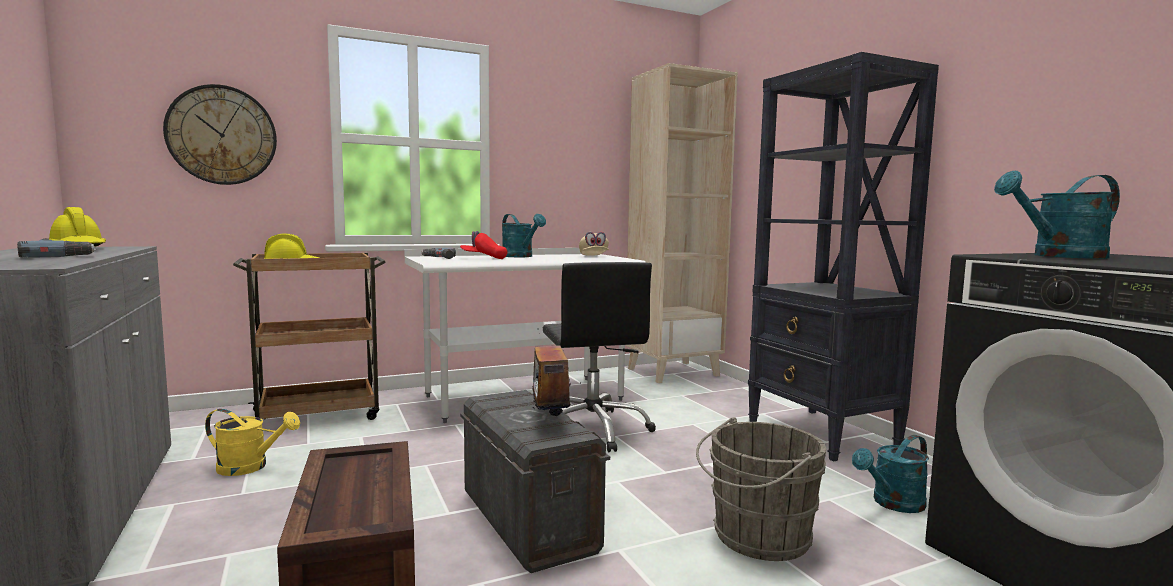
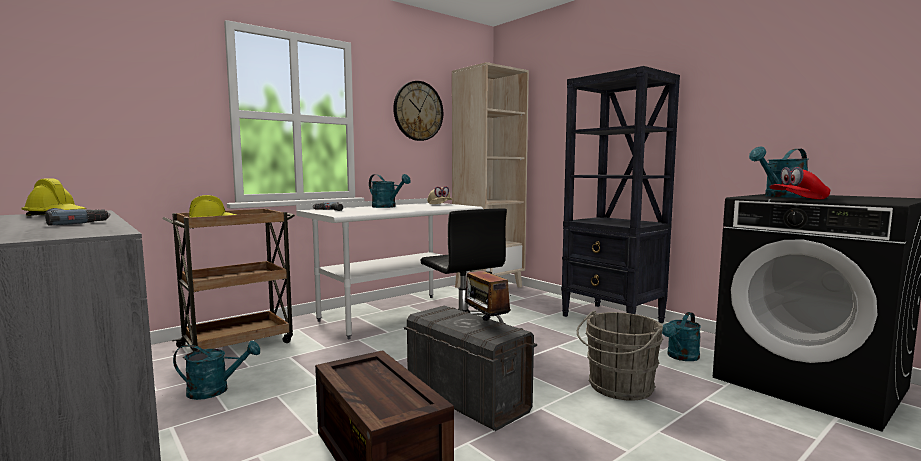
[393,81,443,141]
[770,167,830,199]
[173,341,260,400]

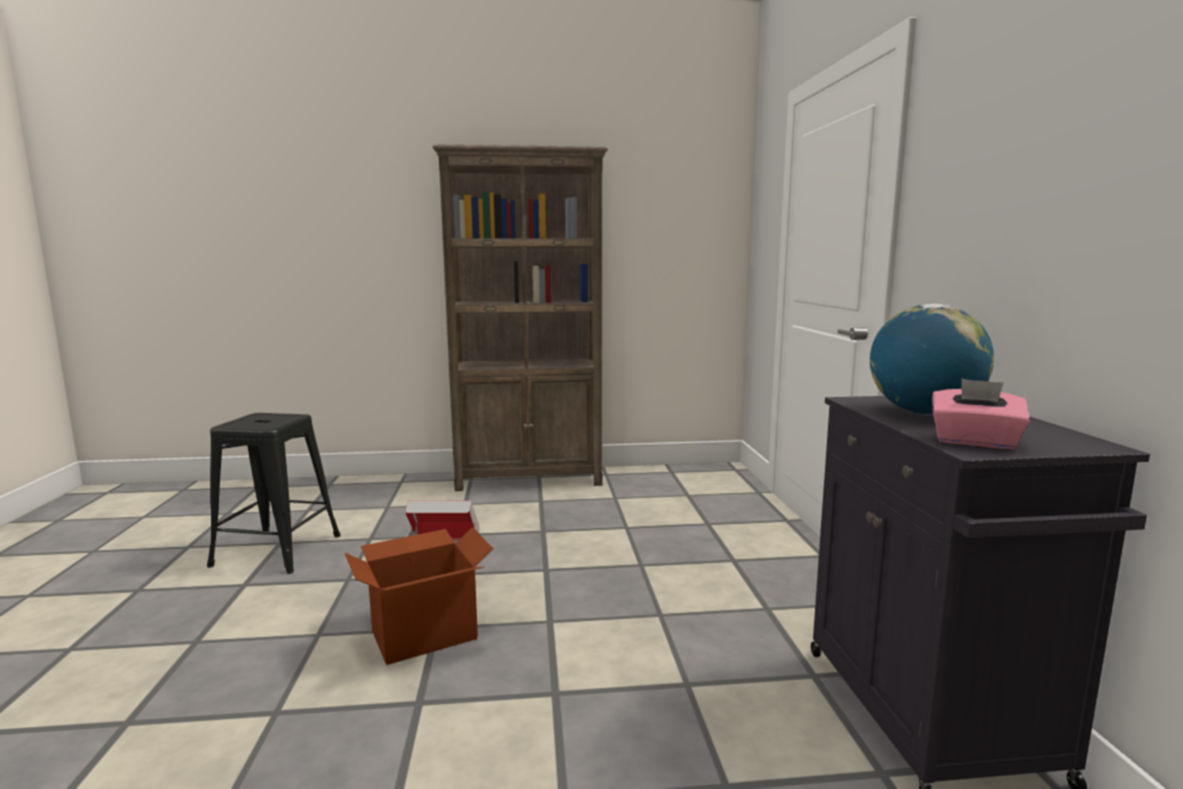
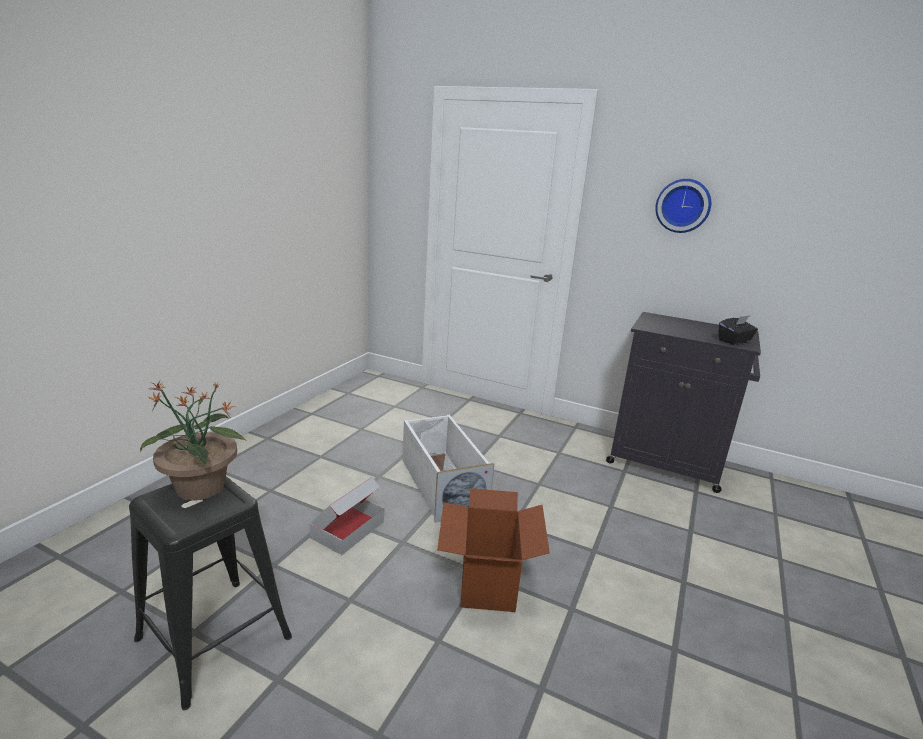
[433,145,608,491] (first image)
[870,304,994,415] (first image)
[140,381,245,501]
[403,415,494,522]
[655,179,711,233]
[719,315,758,345]

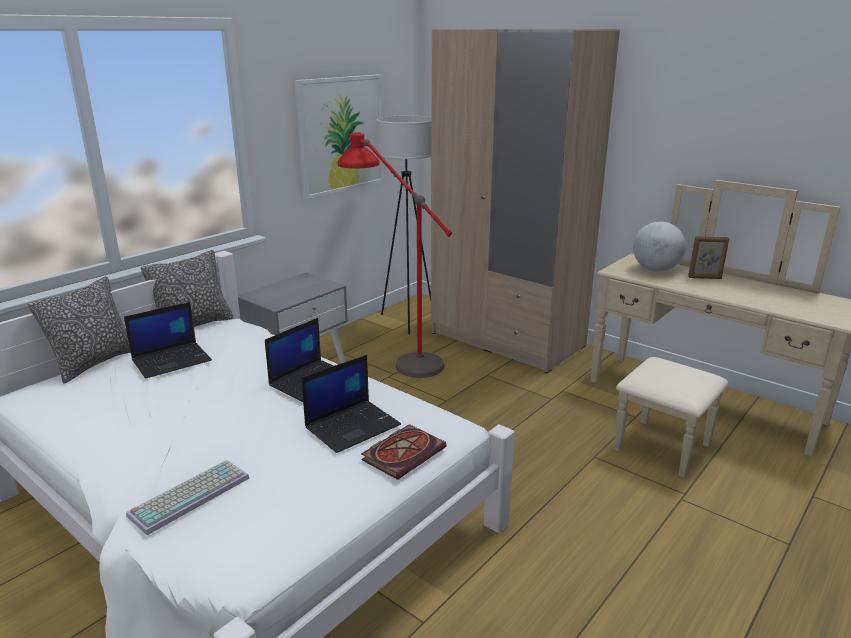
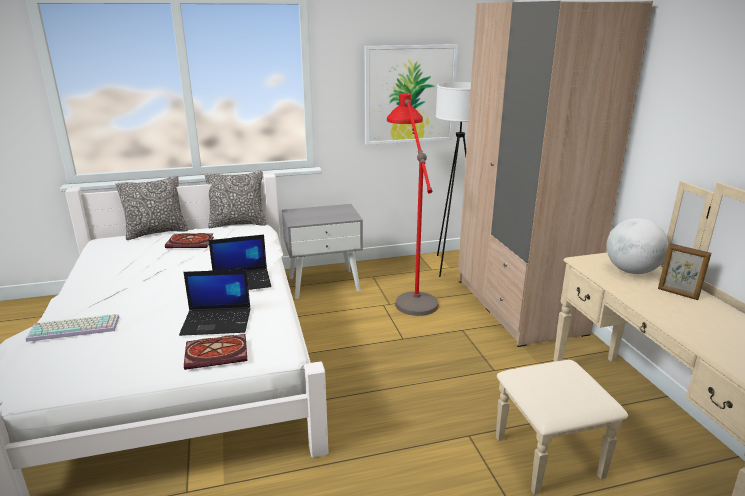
[165,233,214,248]

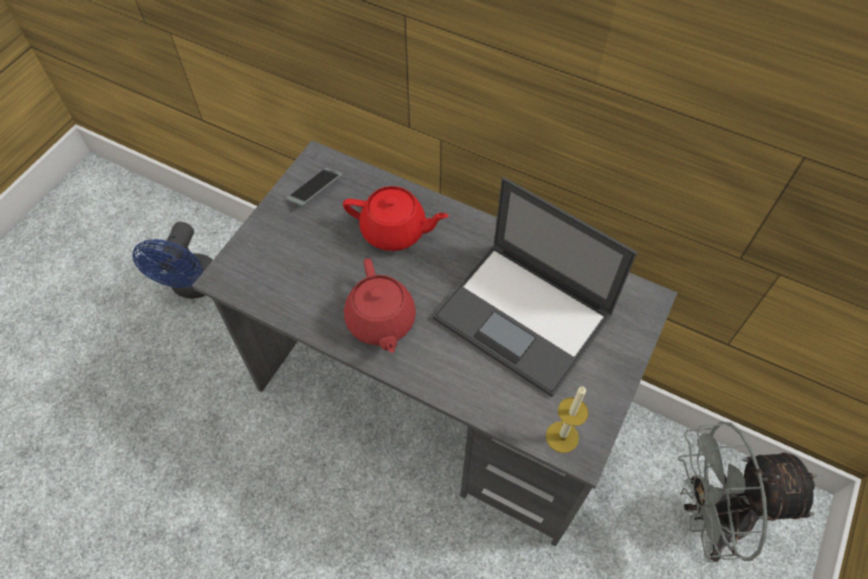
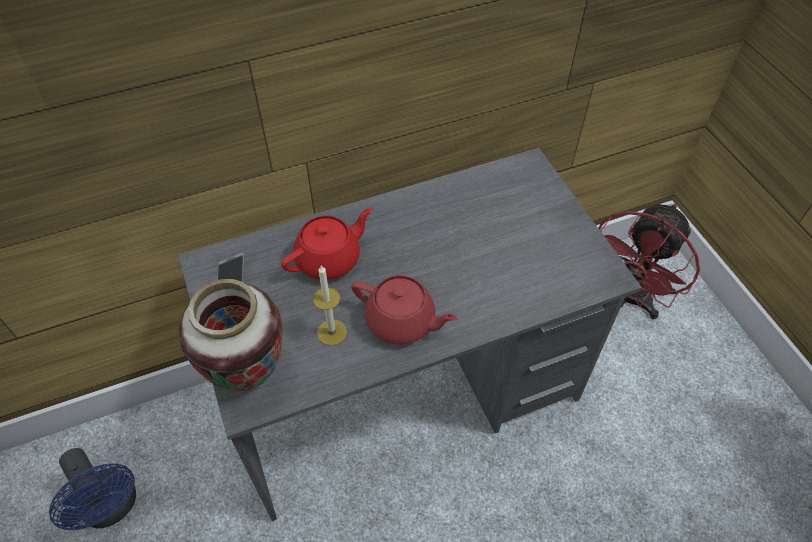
[433,177,637,397] (first image)
[179,279,283,391]
[313,265,347,346]
[598,203,700,320]

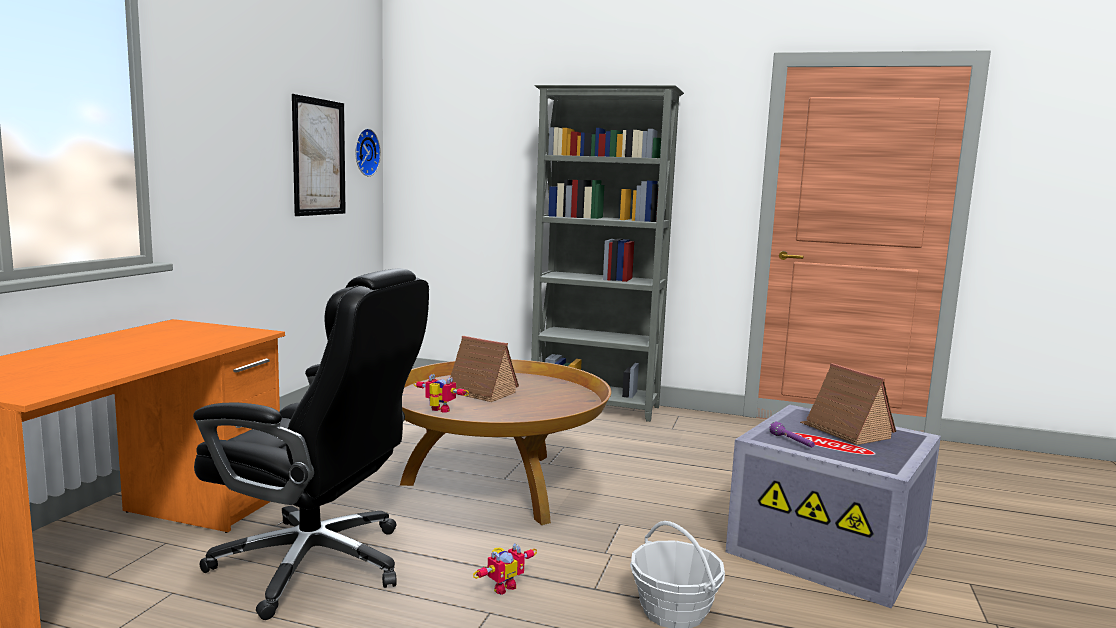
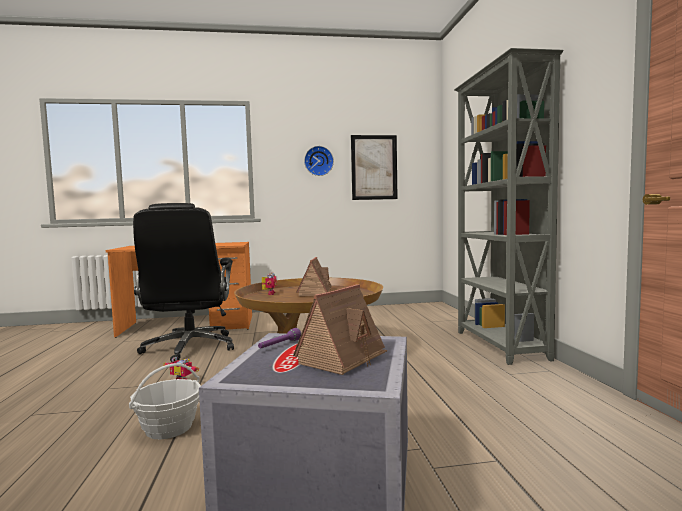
[304,146,334,176]

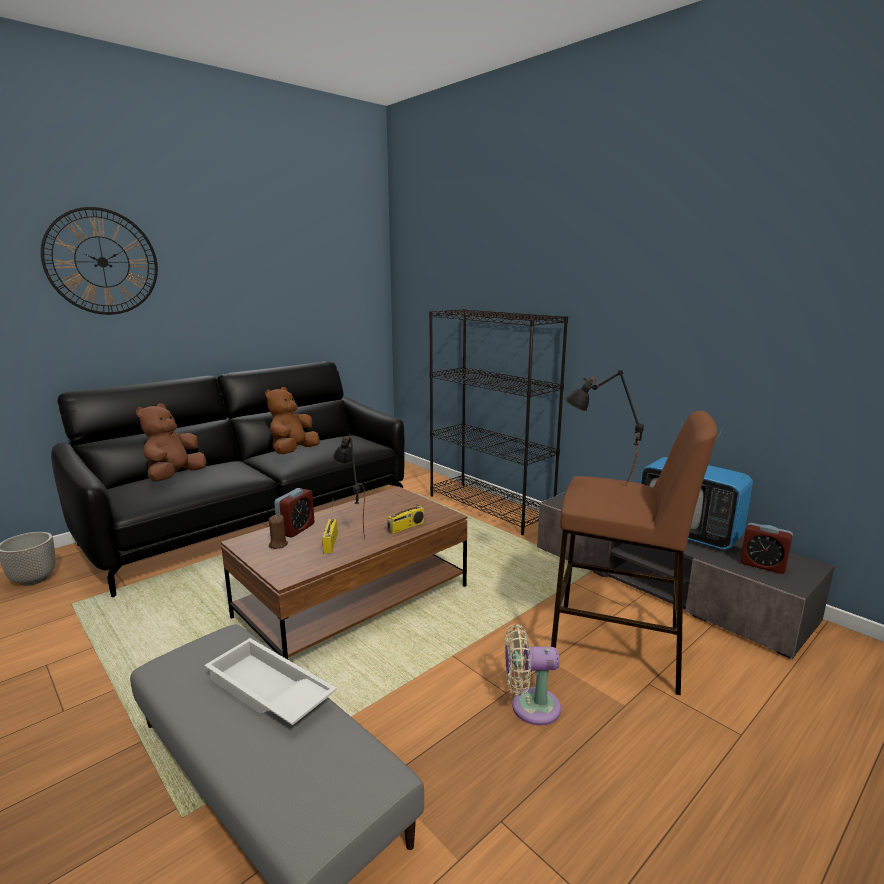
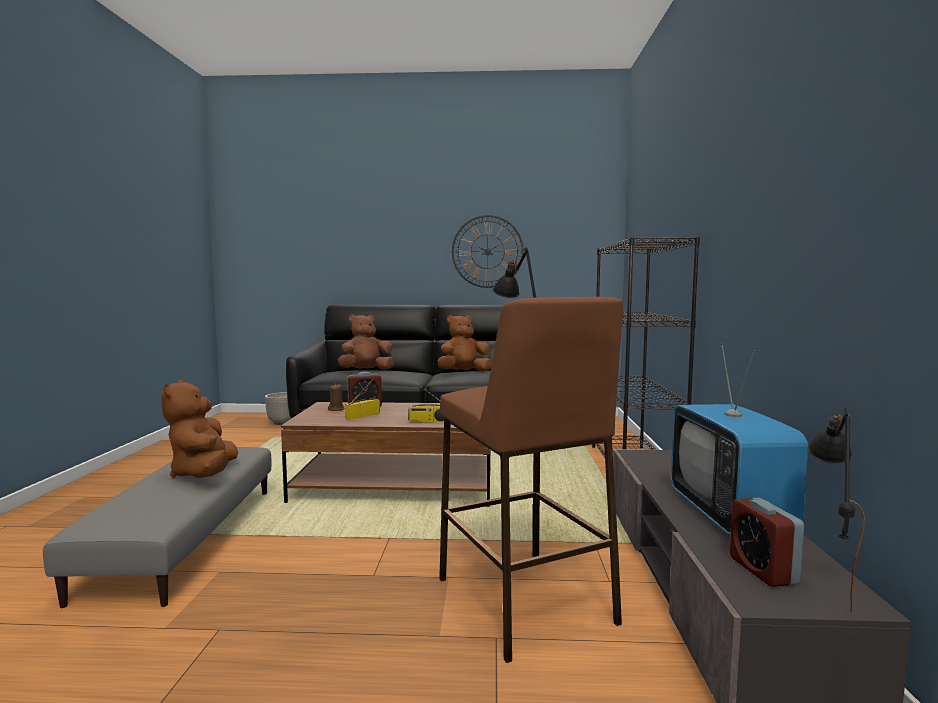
[505,624,561,726] (first image)
[452,215,524,288]
[808,408,865,612]
[161,380,238,478]

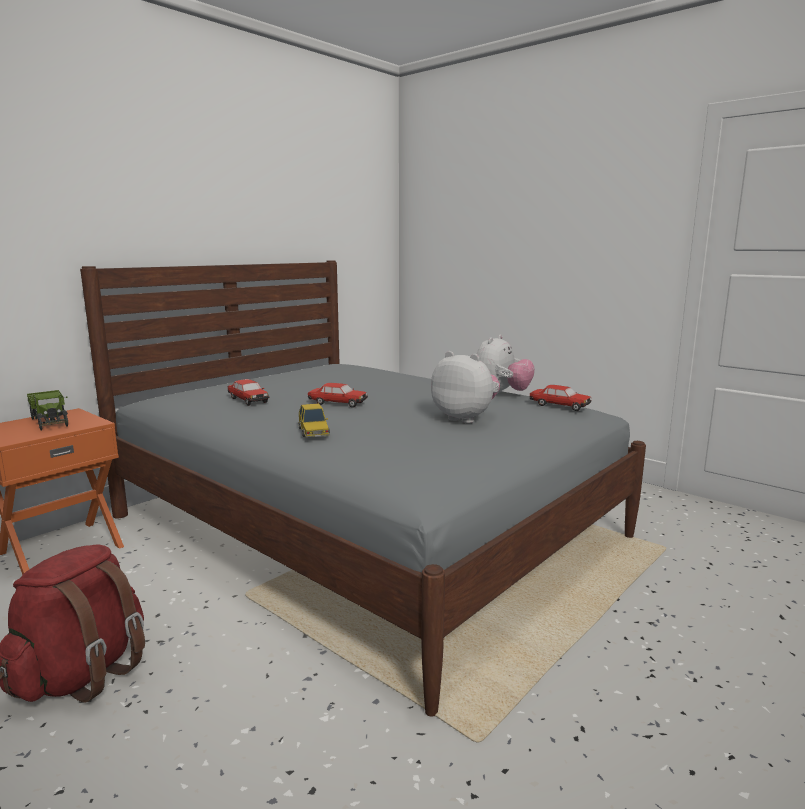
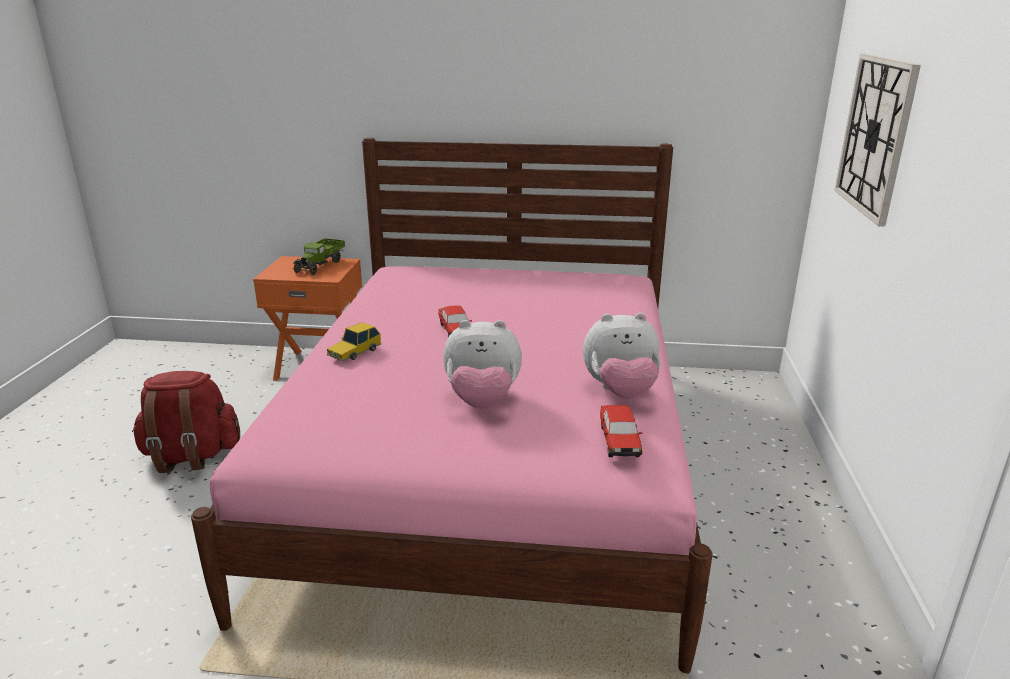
[228,379,269,406] (first image)
[834,54,921,227]
[191,138,712,674]
[443,320,522,409]

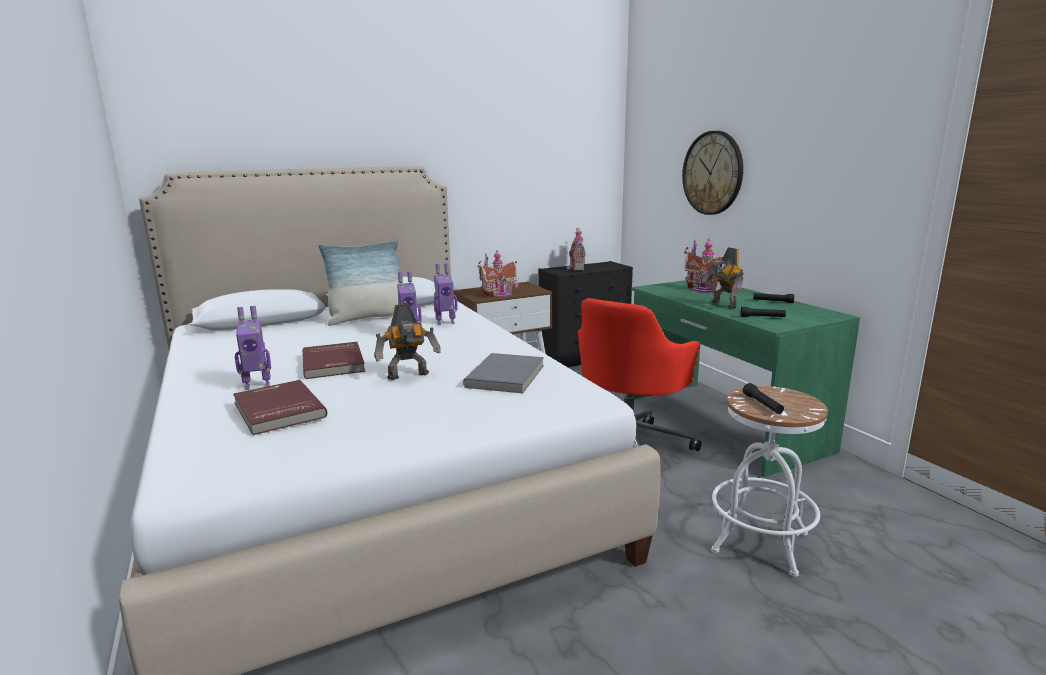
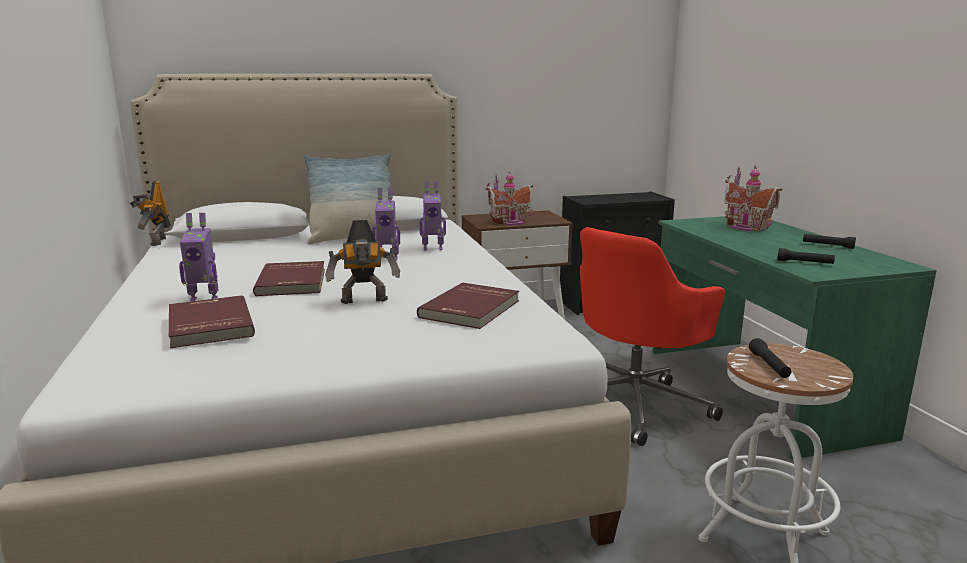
[567,227,586,270] (first image)
[682,131,743,215] (first image)
[130,181,171,246]
[417,282,519,329]

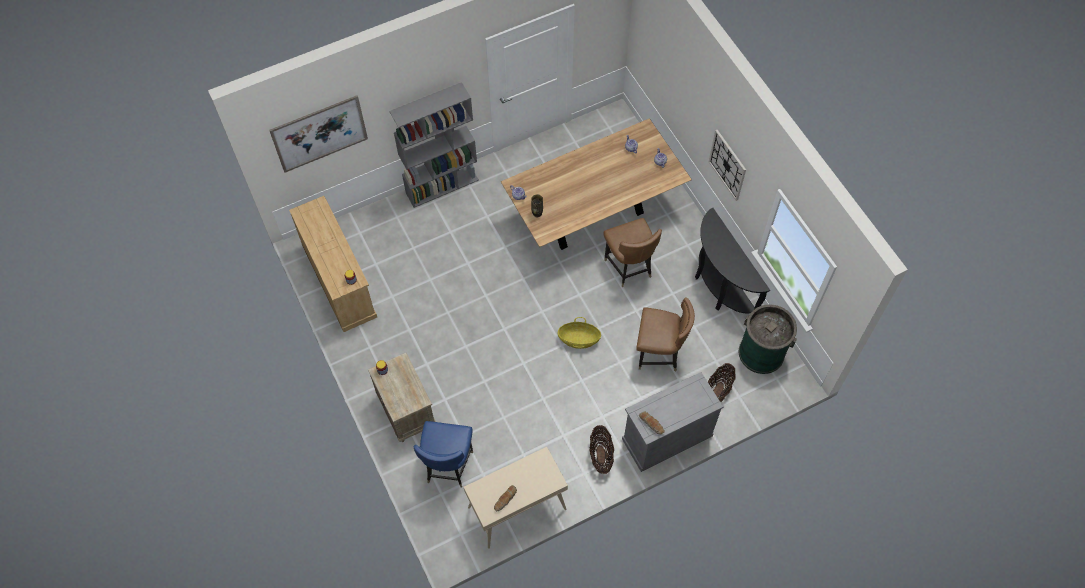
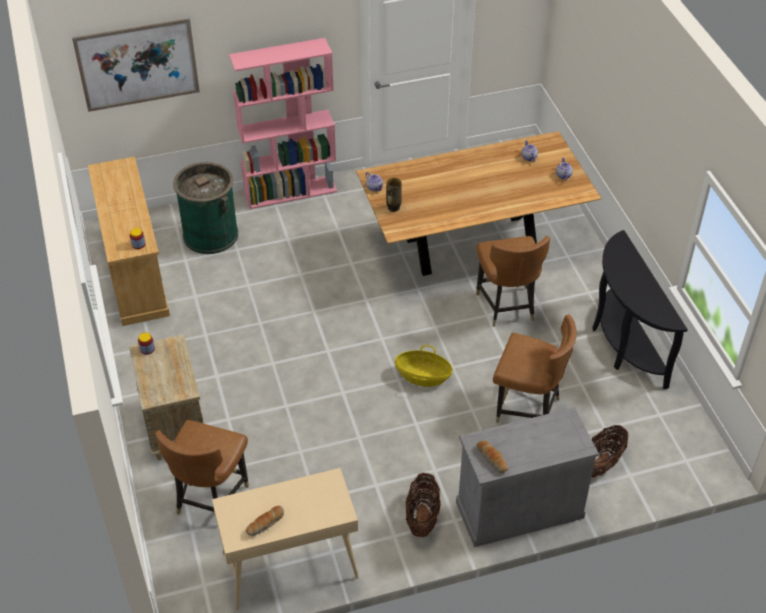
[708,130,746,201] (first image)
[173,162,238,254]
[229,38,337,209]
[155,420,249,515]

